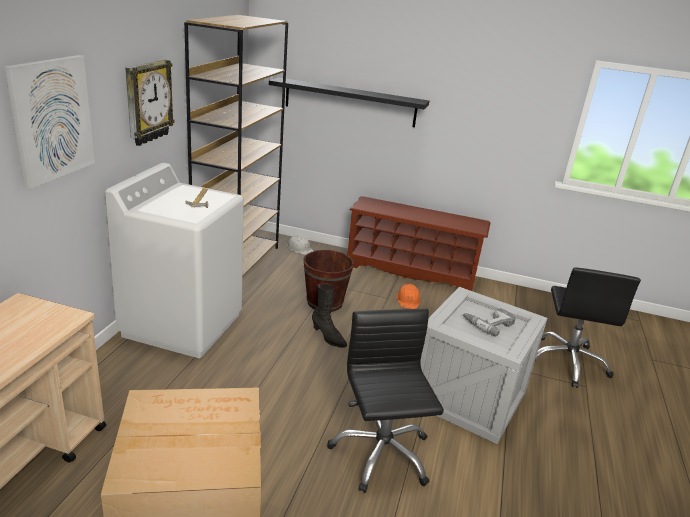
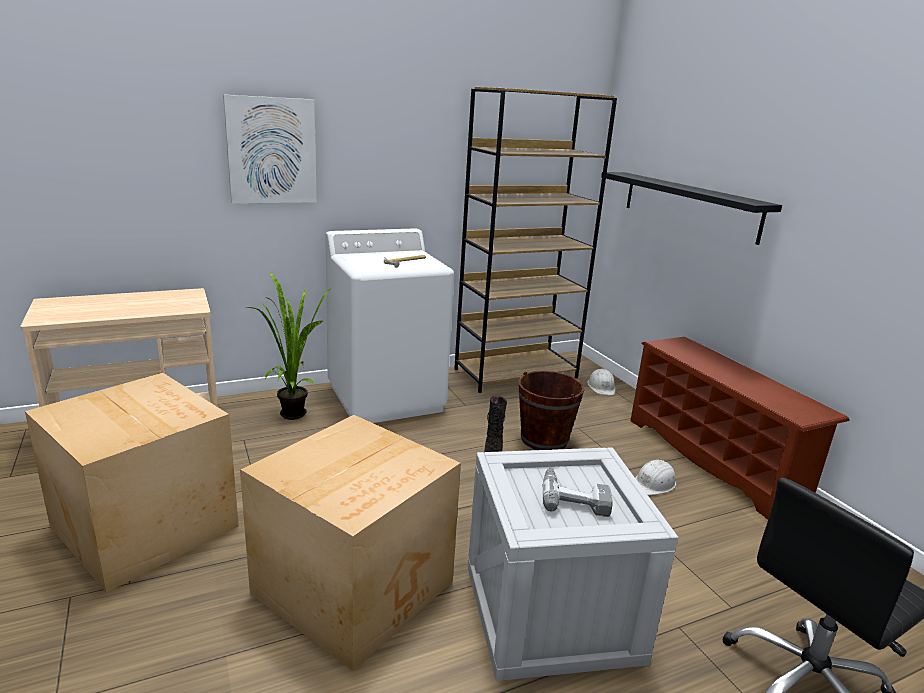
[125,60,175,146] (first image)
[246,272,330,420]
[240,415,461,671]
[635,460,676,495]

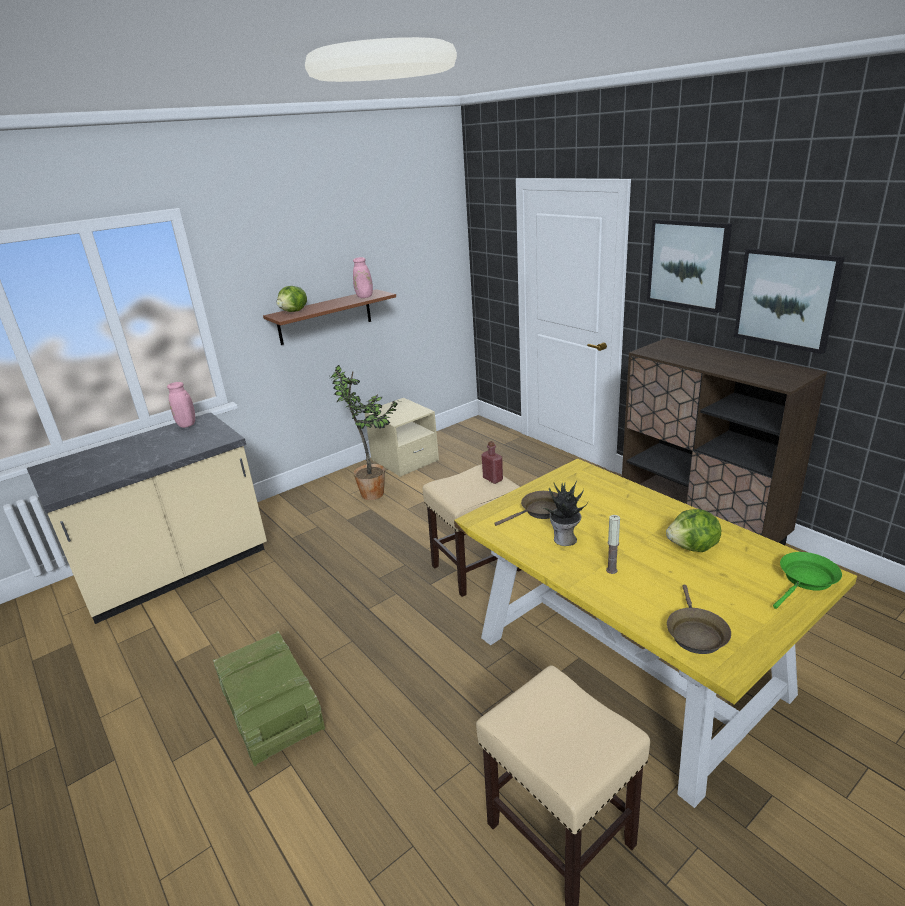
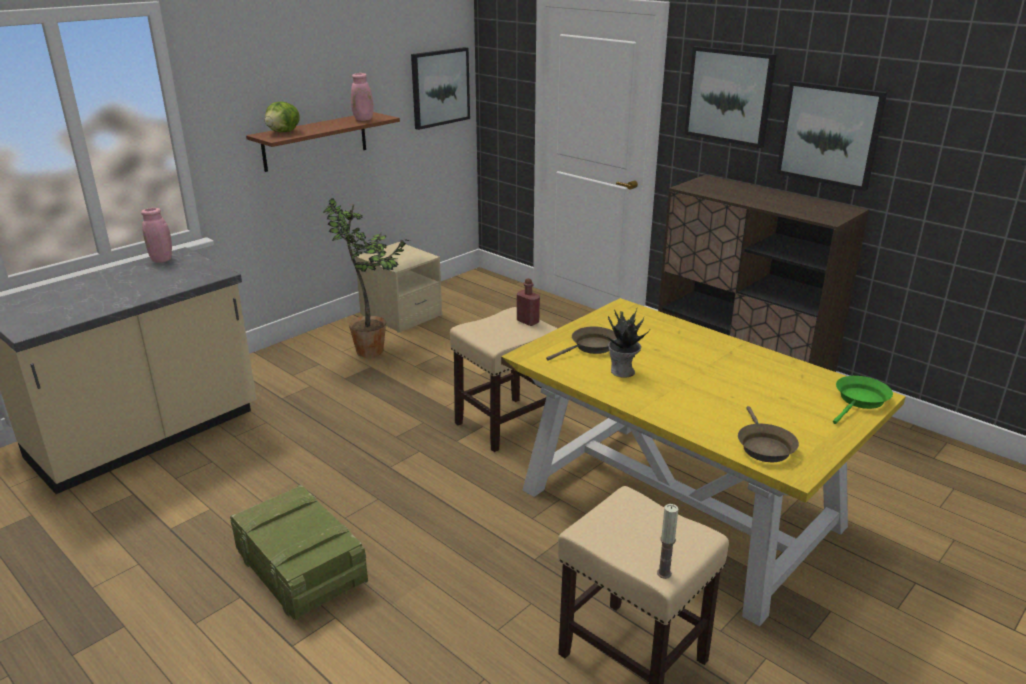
[666,509,721,552] (first image)
[411,47,470,130]
[657,504,678,579]

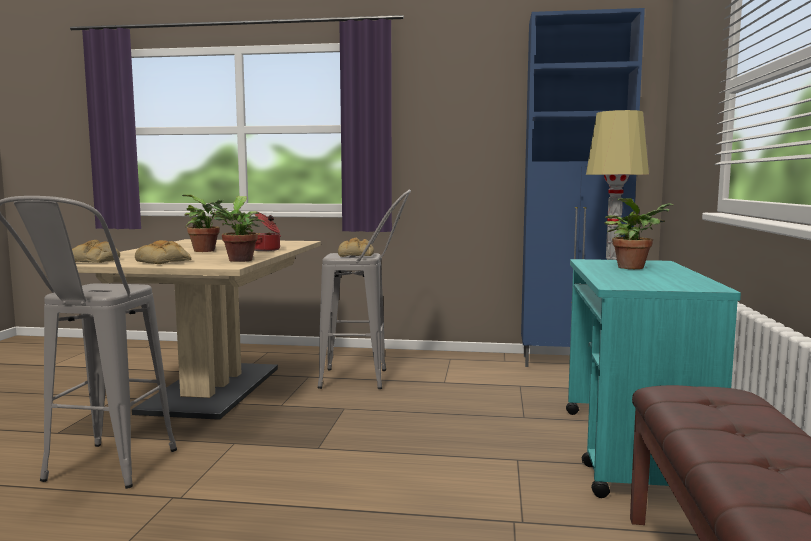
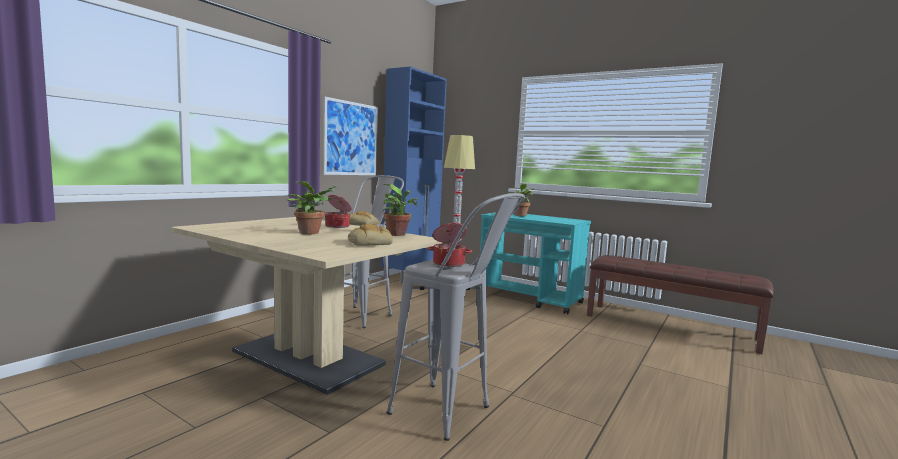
[72,240,120,263] (first image)
[323,96,378,175]
[427,223,472,267]

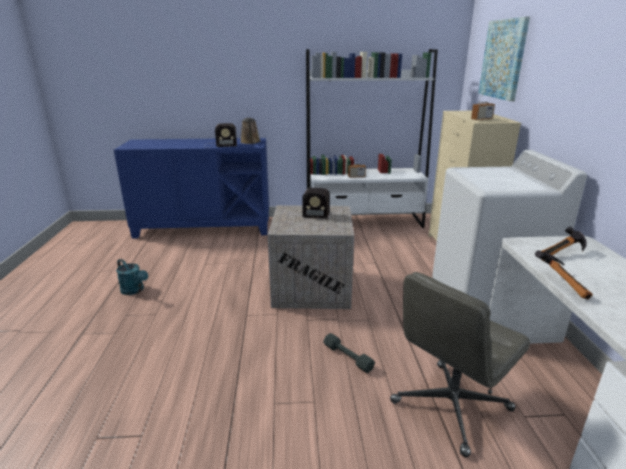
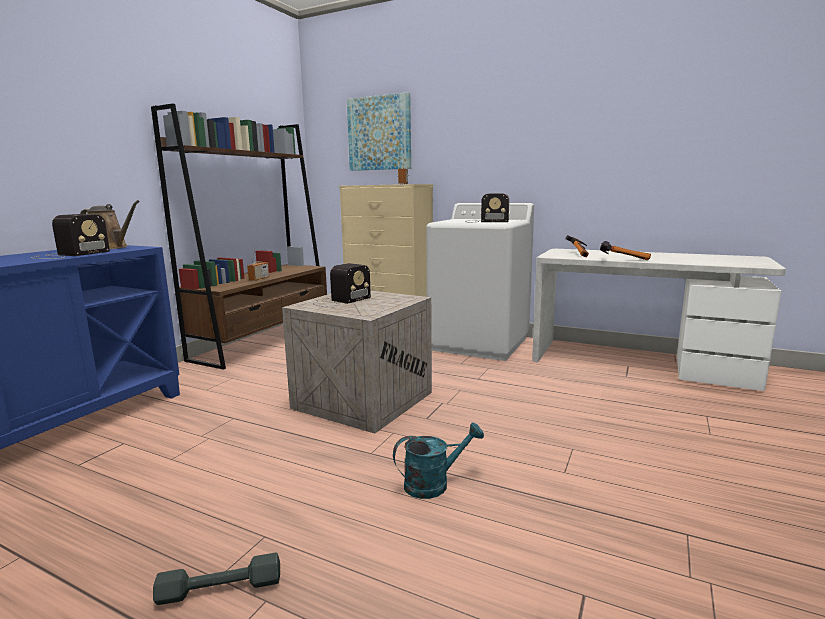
[390,272,530,457] (first image)
[470,193,509,222]
[393,422,484,499]
[153,553,280,605]
[151,104,327,370]

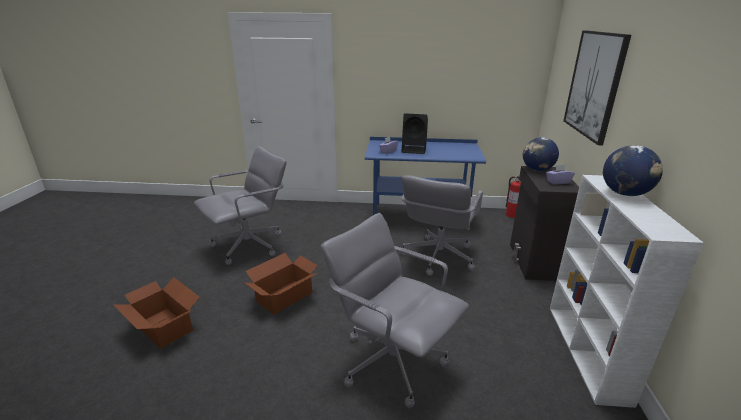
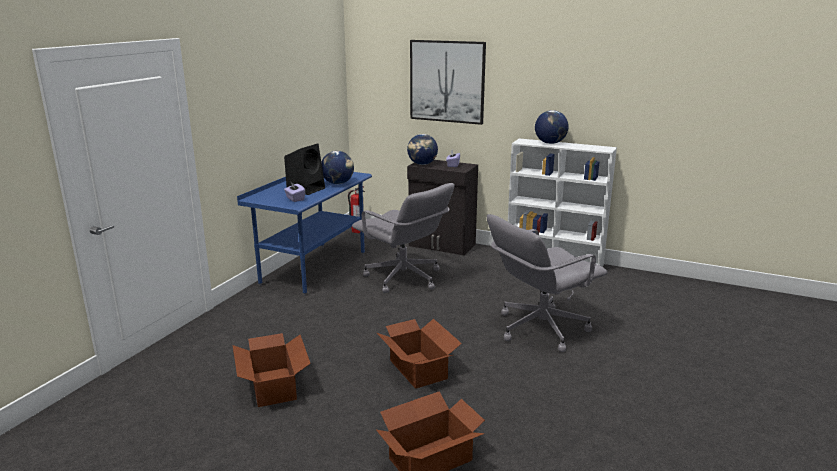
[321,151,354,184]
[233,333,311,407]

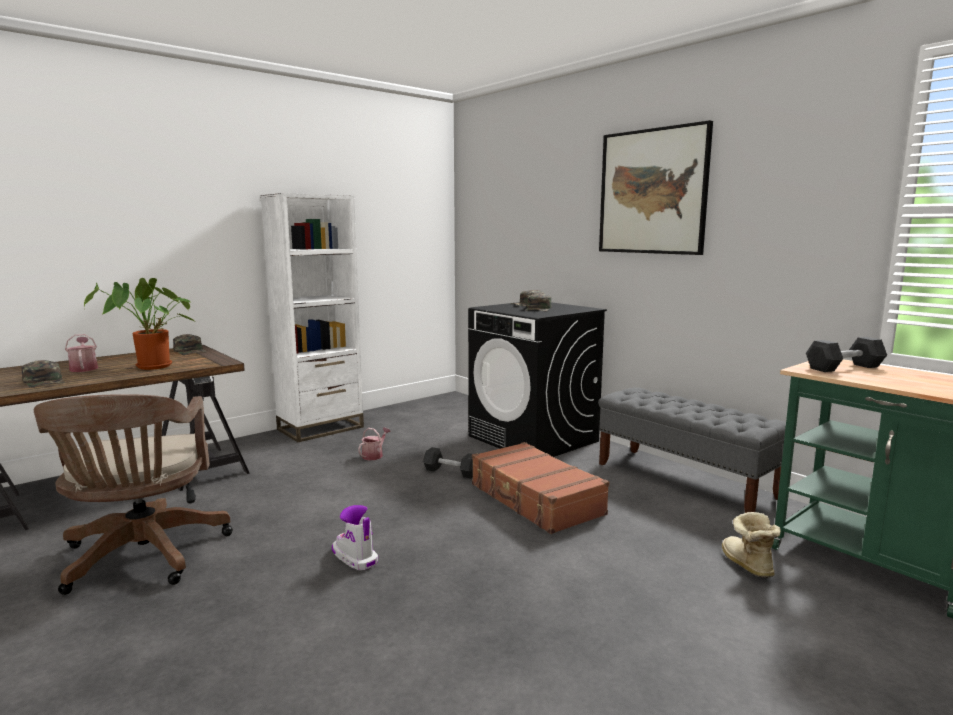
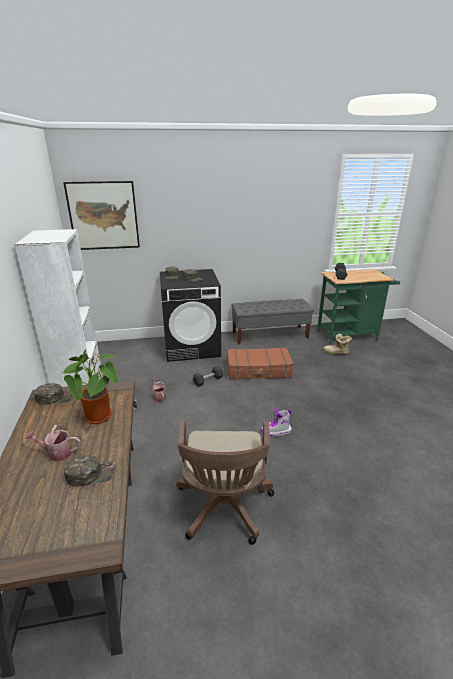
[63,181,140,250]
[176,420,274,545]

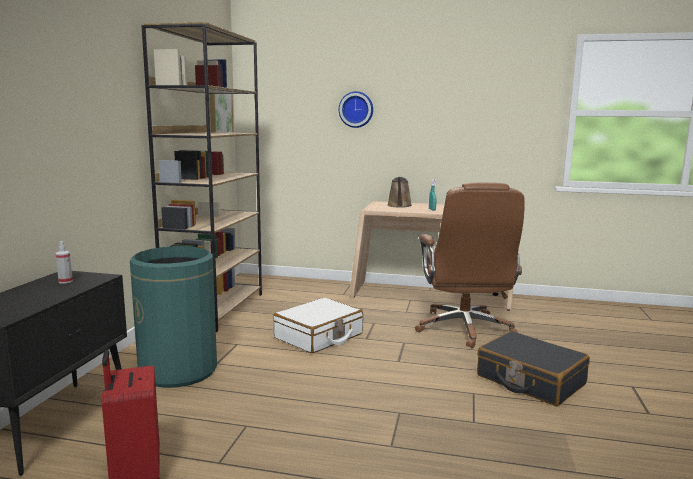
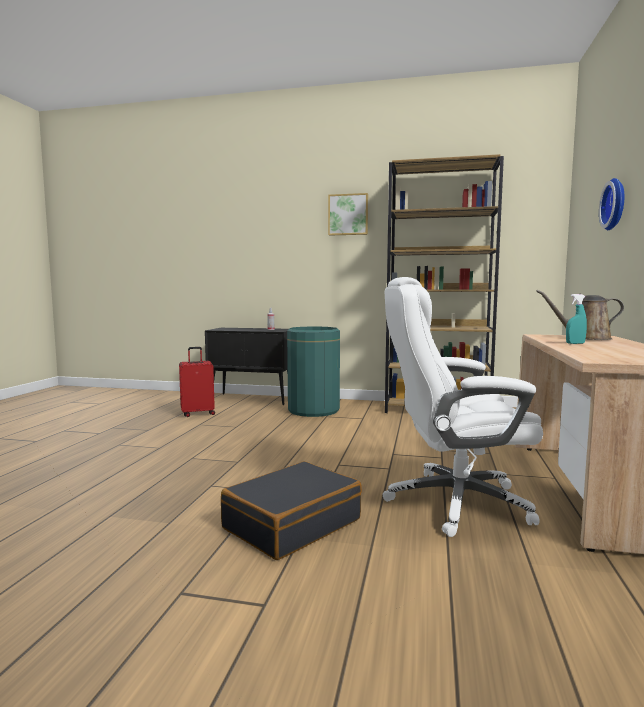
[273,298,363,353] (first image)
[328,193,368,236]
[383,277,543,537]

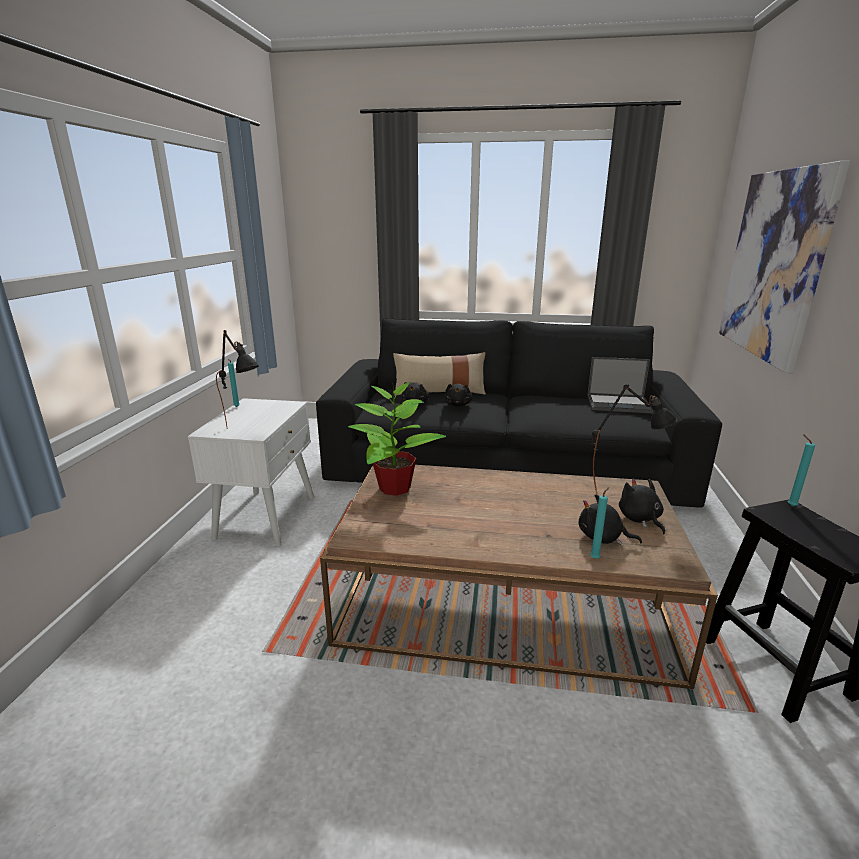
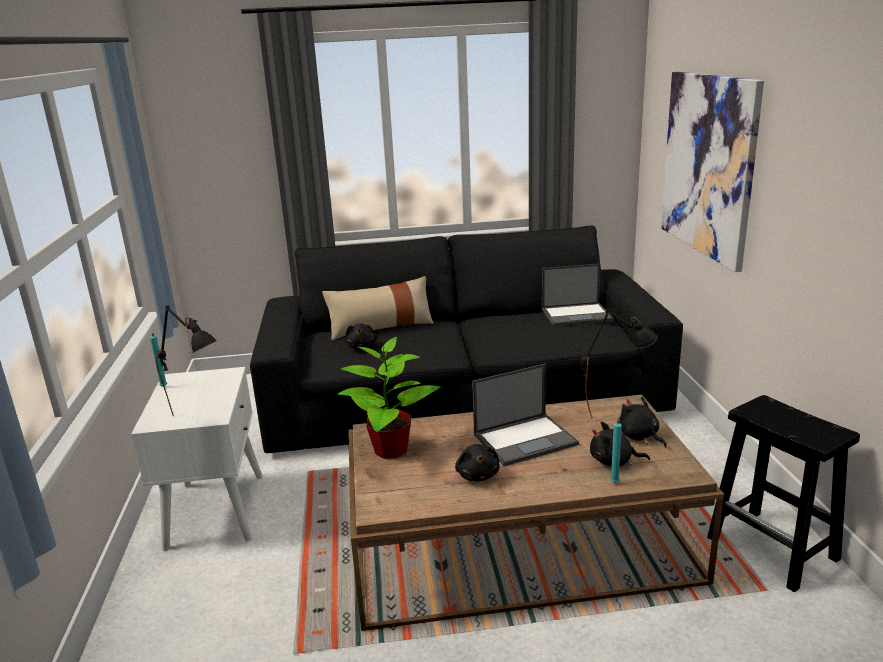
[788,434,815,506] (first image)
[472,364,579,466]
[455,444,499,481]

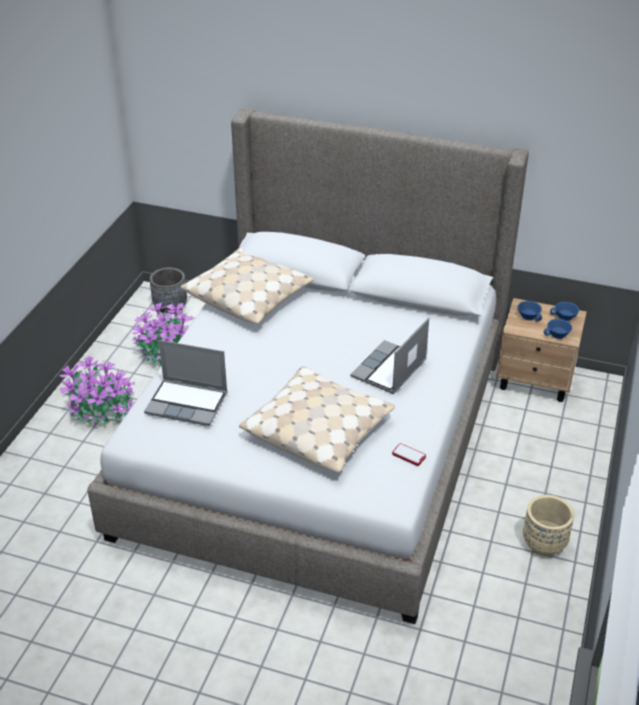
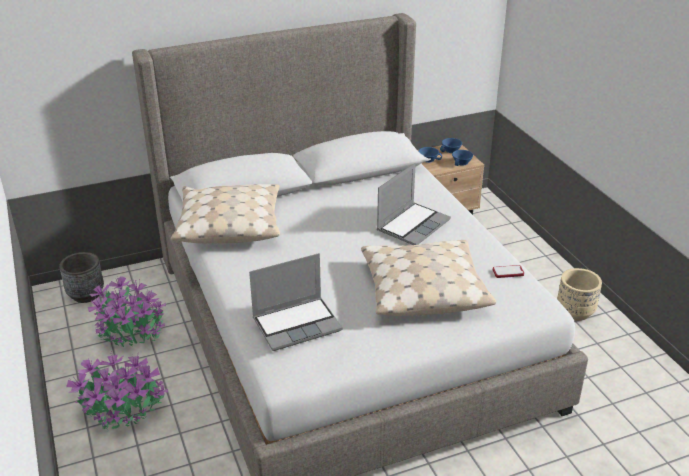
[377,163,451,245]

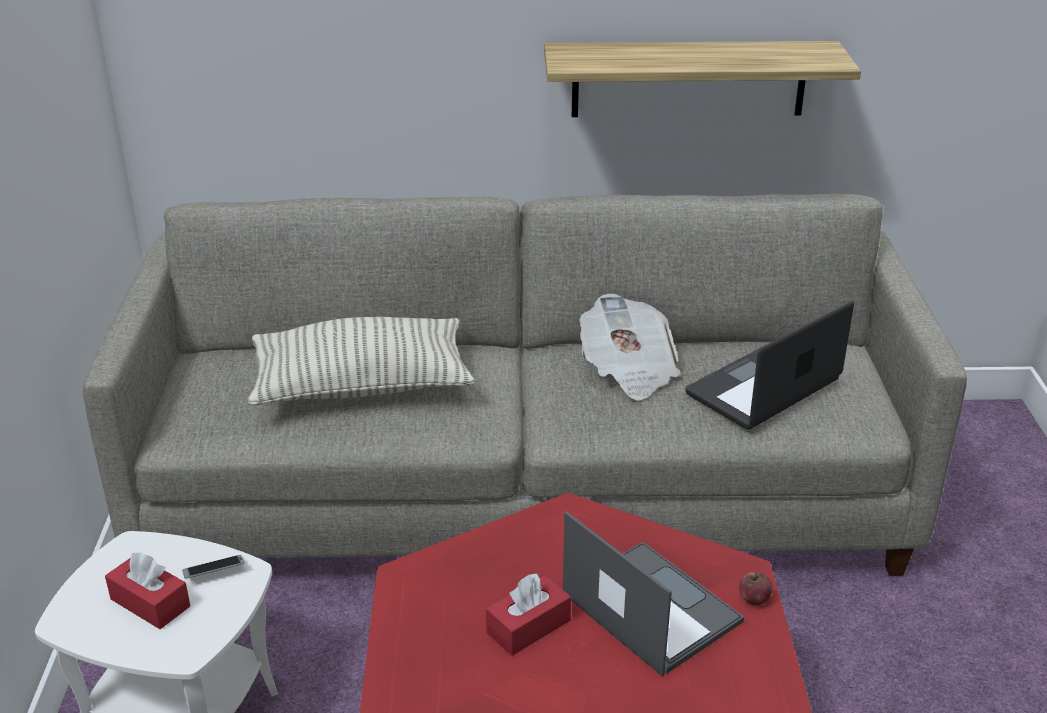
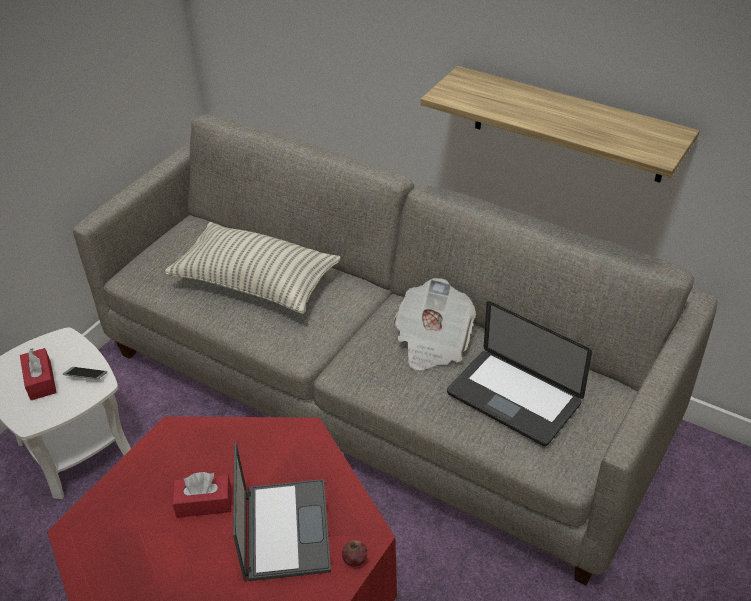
[447,301,592,446]

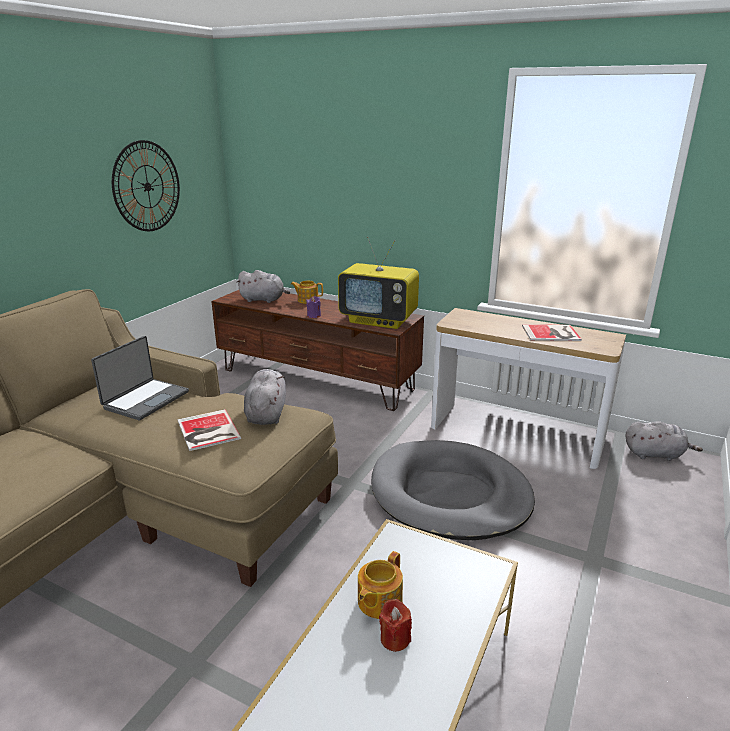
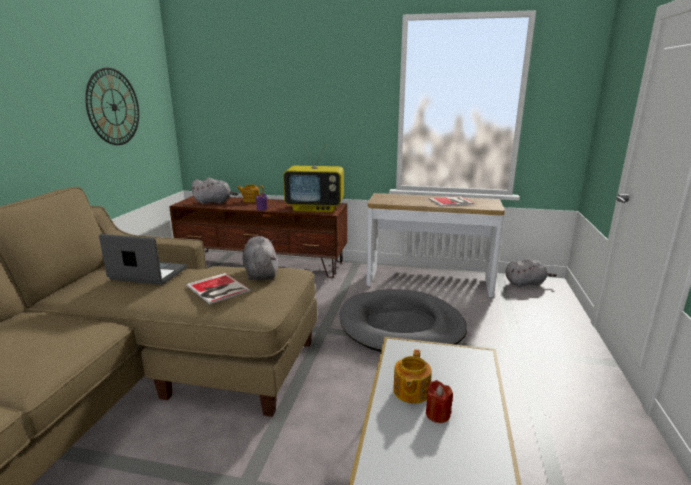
[99,234,187,285]

